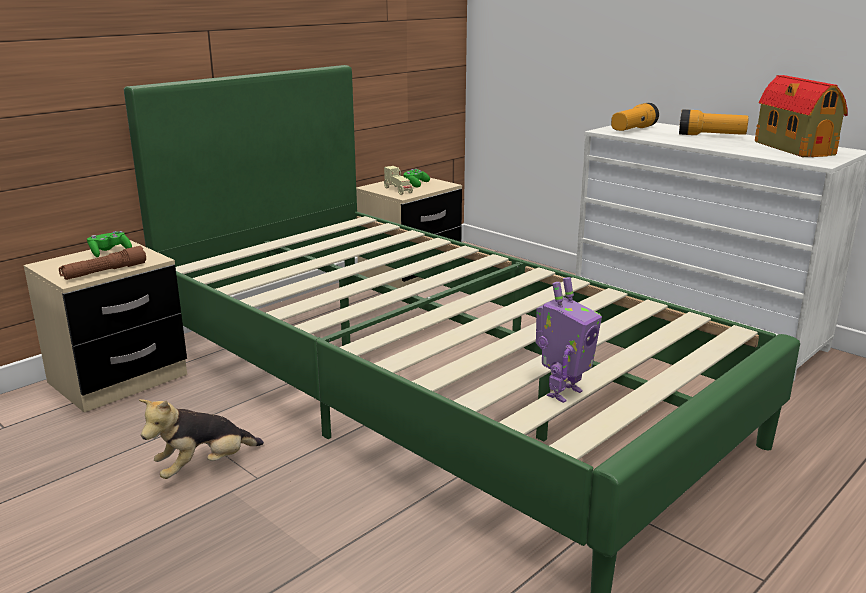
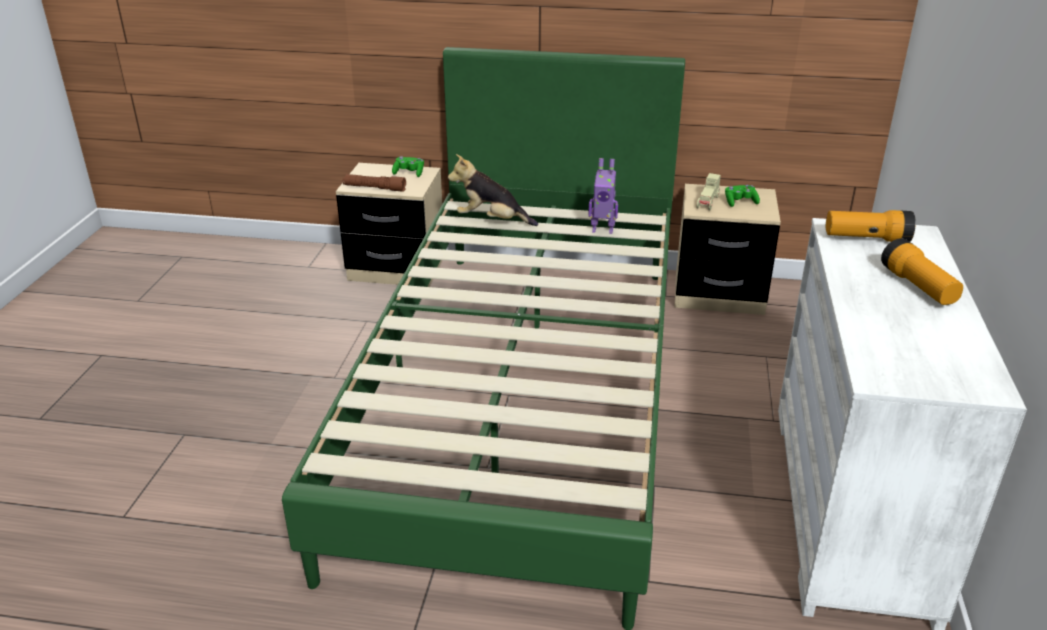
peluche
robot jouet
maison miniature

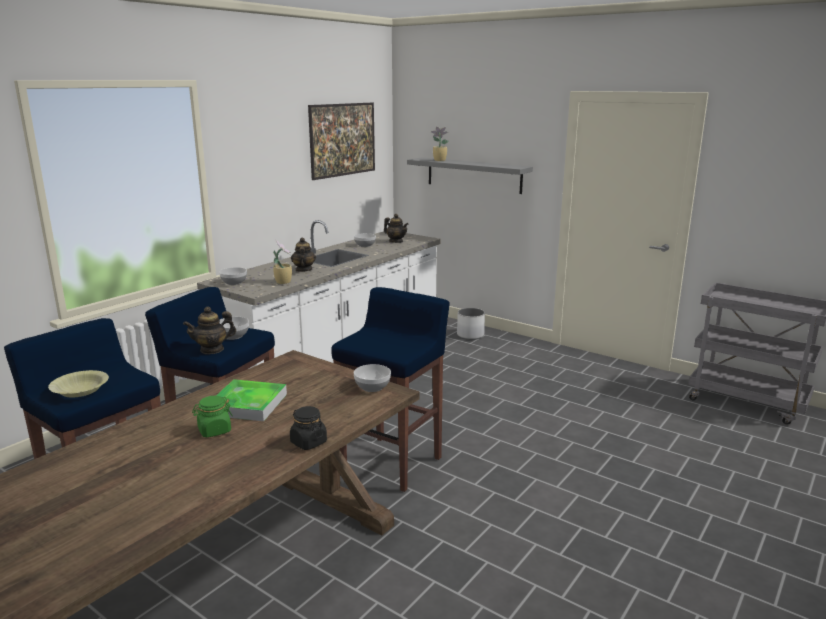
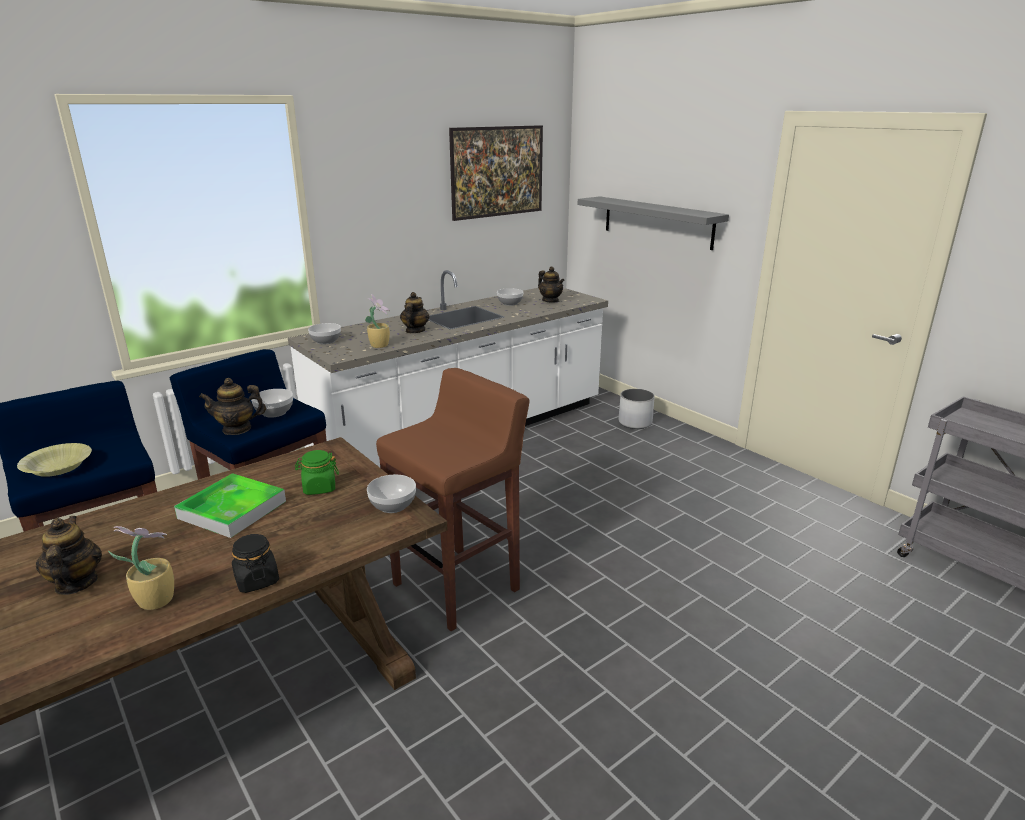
bocal (vert)
tabouret (marron)
plante en pot (no. 1 from left)
théière (no. 1 from left)

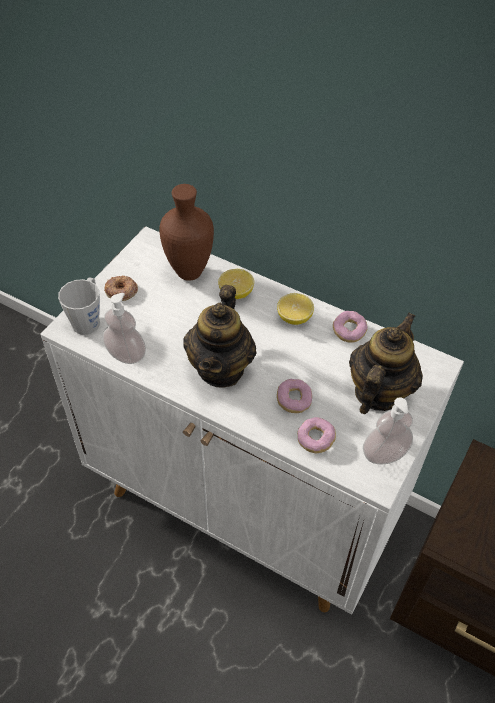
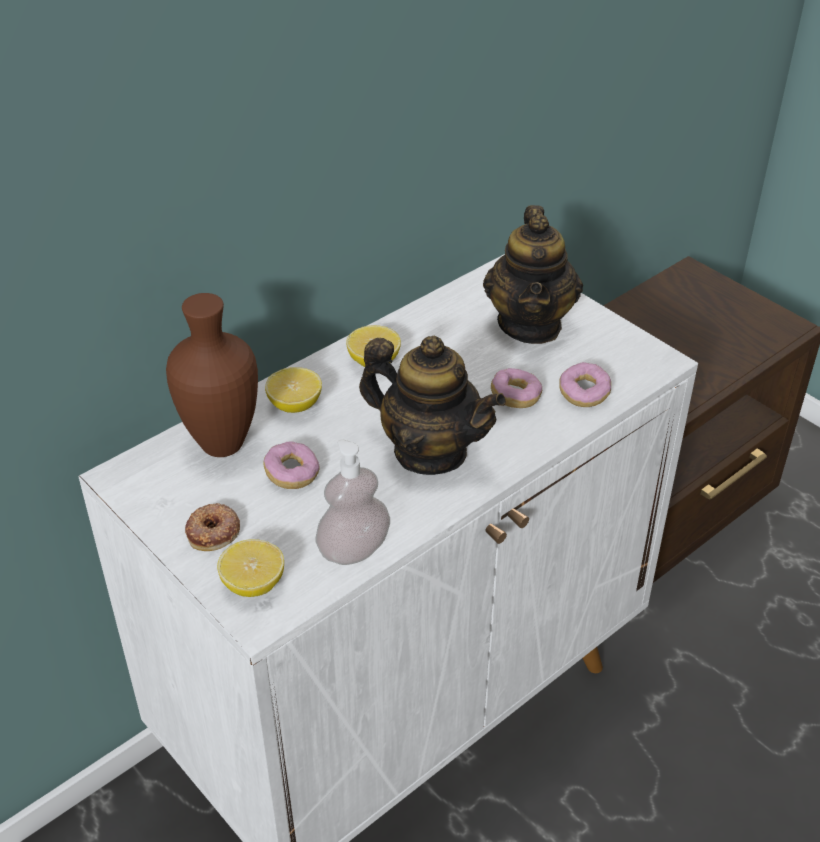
citron (no. 1 from left)
beignet (no. 2 from left)
théière (no. 2 from left)
distributeur de savon (no. 2 from left in the first image)

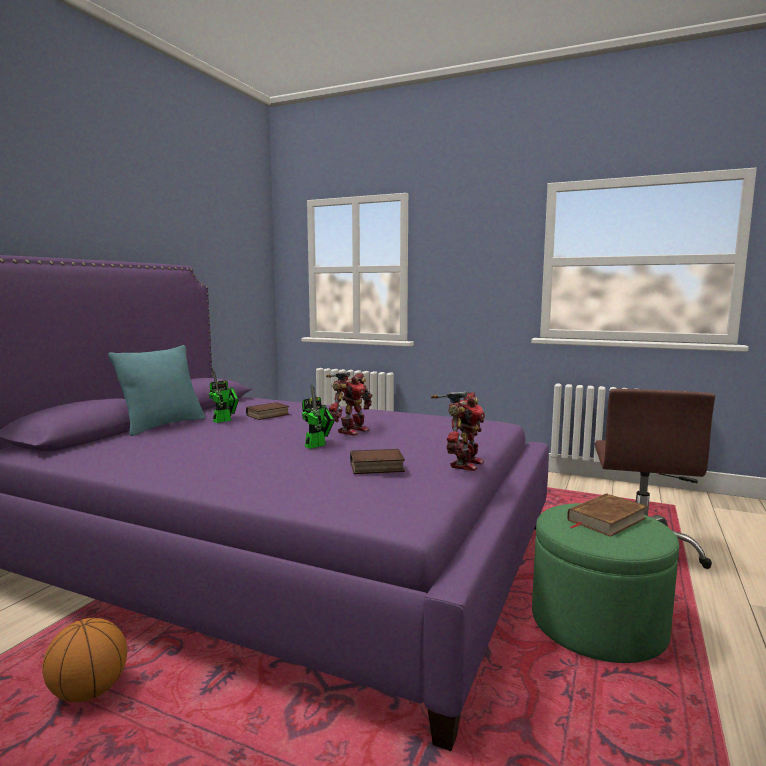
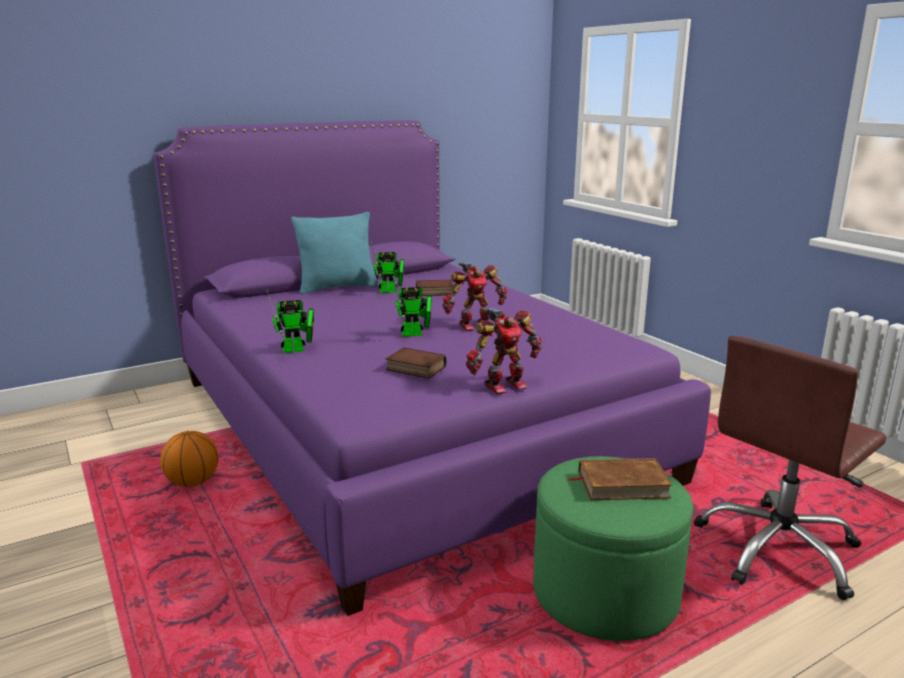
robot jouet (no. 1 from left)

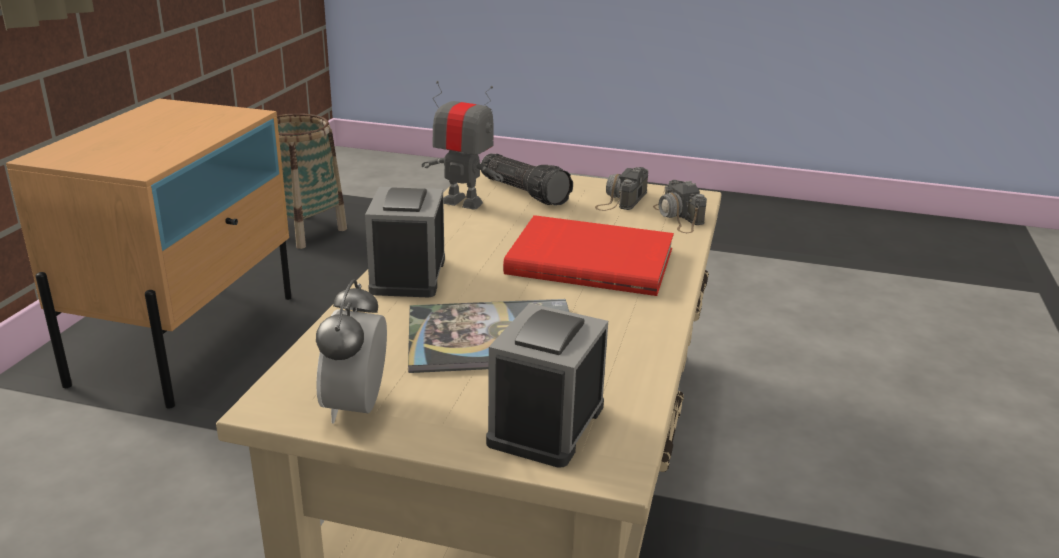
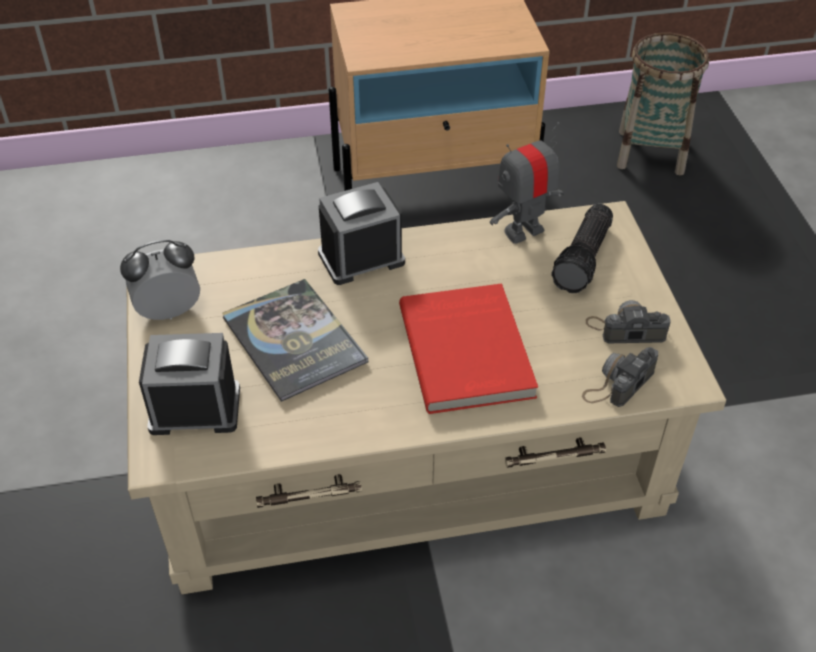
robot jouet

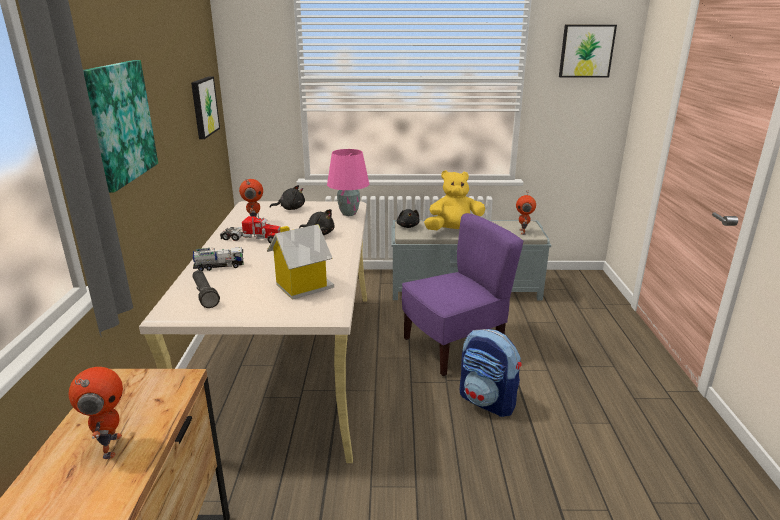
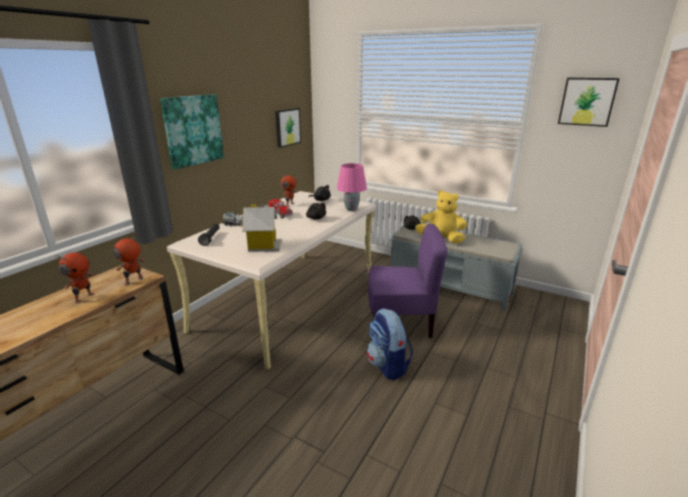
robot jouet (no. 2 from left)

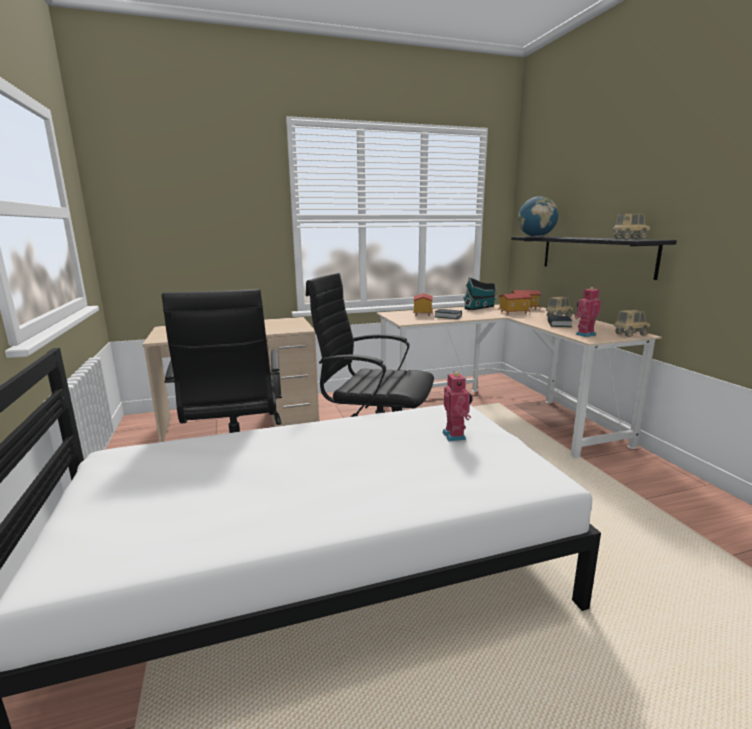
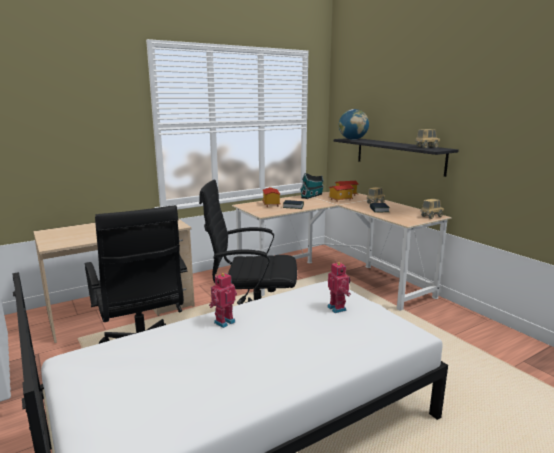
robot jouet (no. 1 from left)

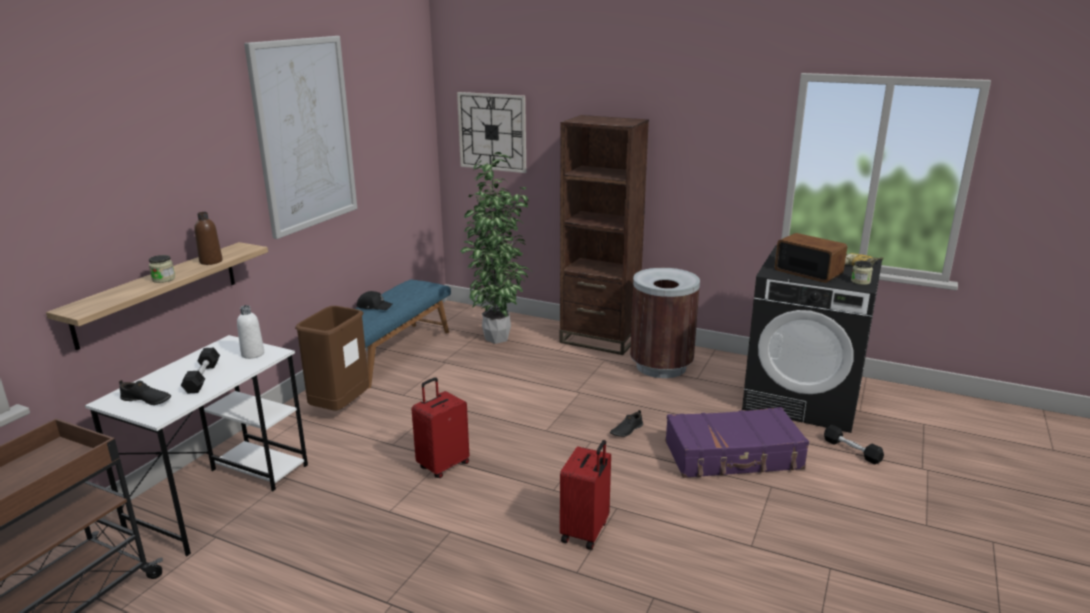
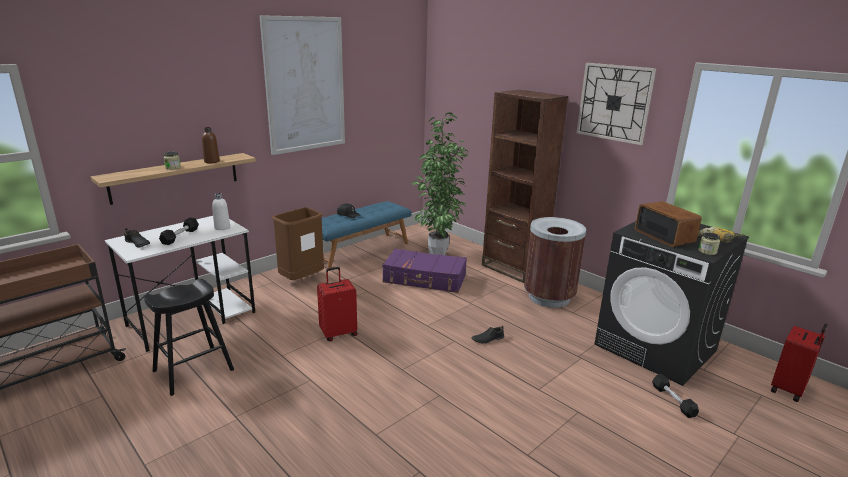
horloge murale
valise (rouge) (no. 2 from left)
valise (violet)
tabouret (noir)

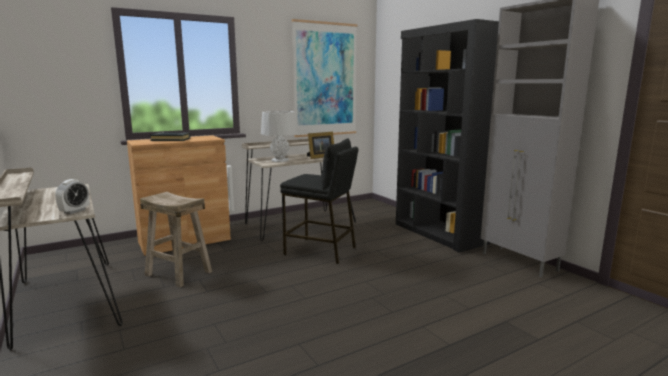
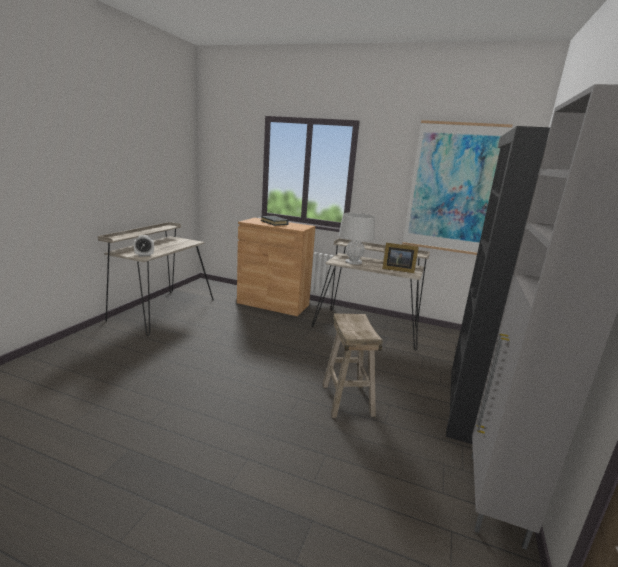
tabouret (beige)
tabouret (noir)

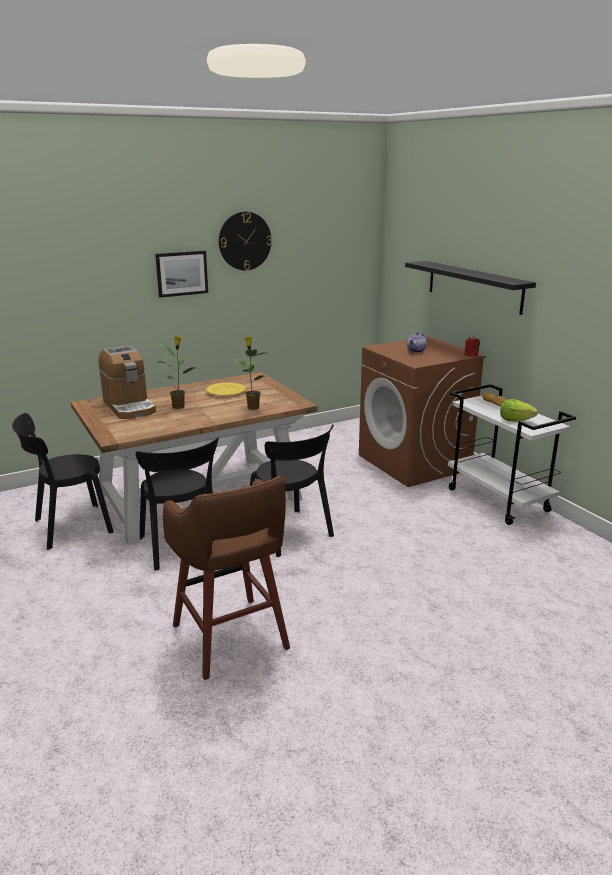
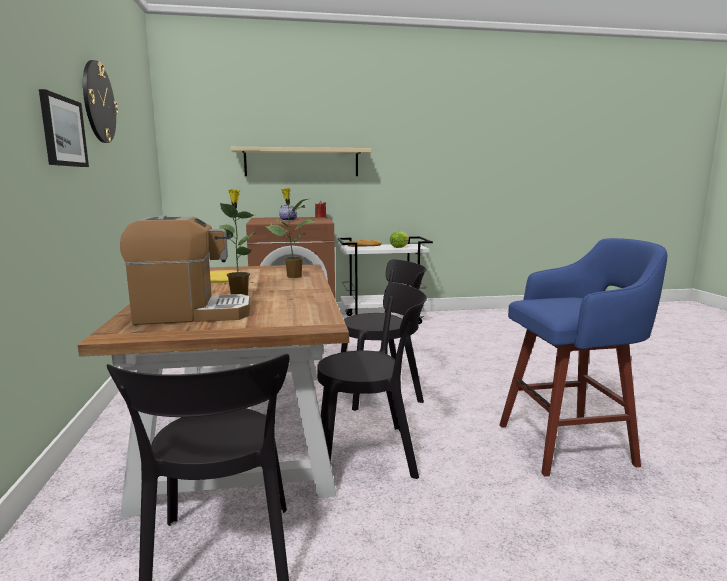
tabouret (bleu)
étagère (beige)

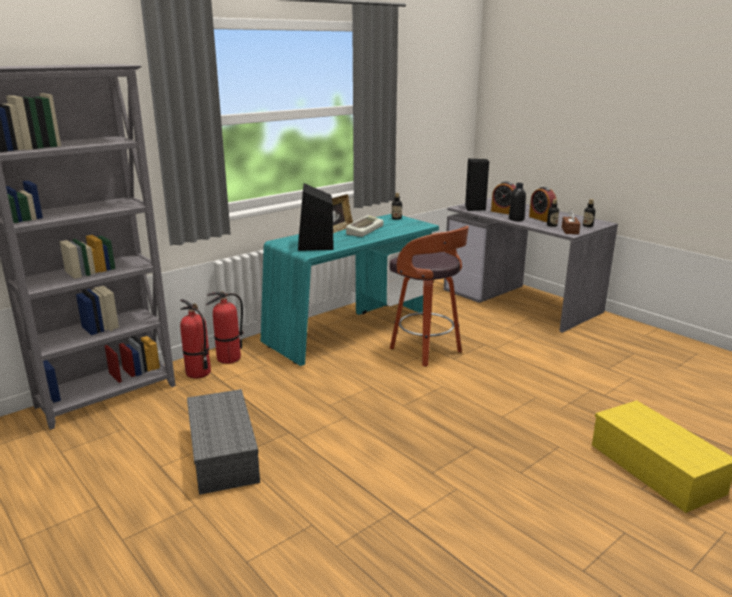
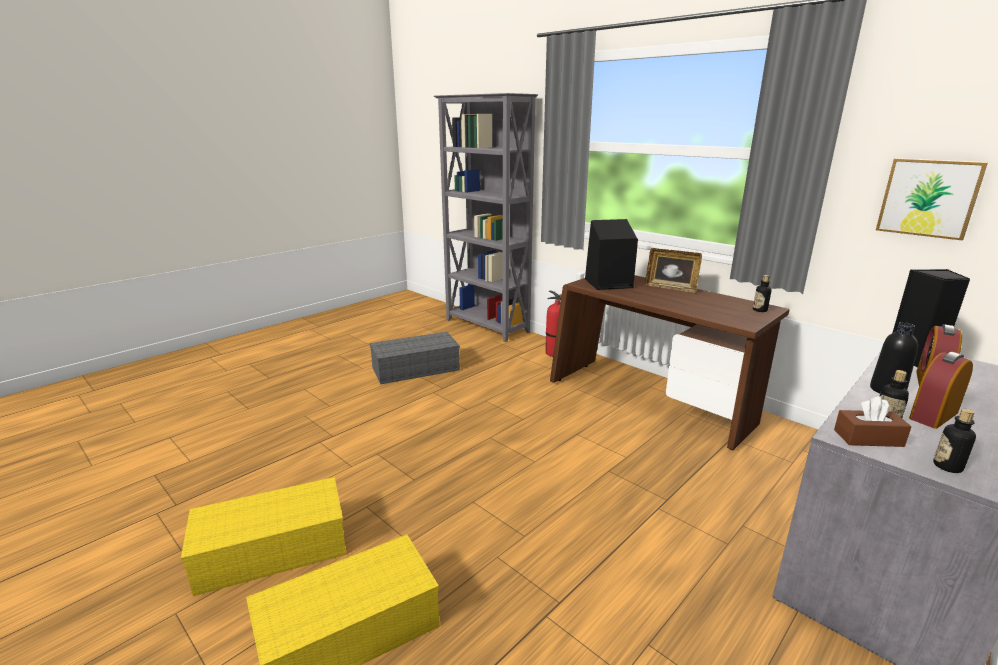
extincteur (no. 1 from left in the first image)
bureau (marron)
clavier
tabouret
boîte de rangement (jaune) (no. 1 from left)
tableau

